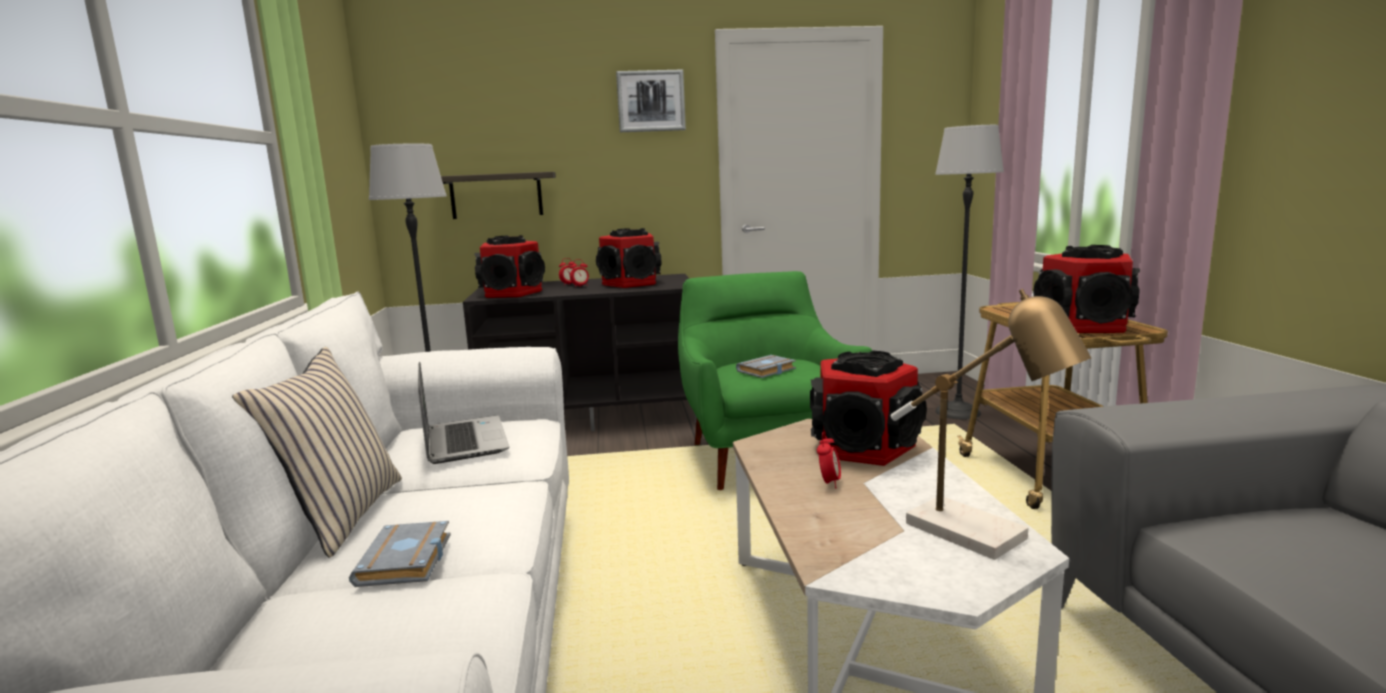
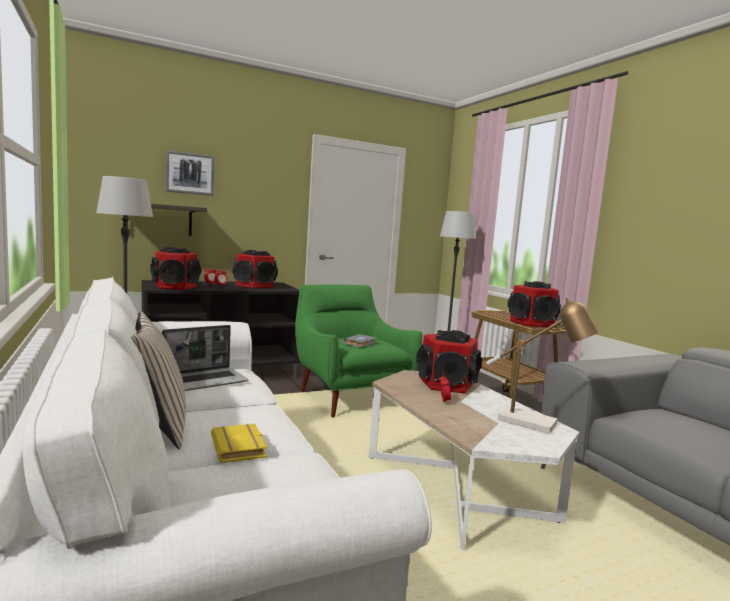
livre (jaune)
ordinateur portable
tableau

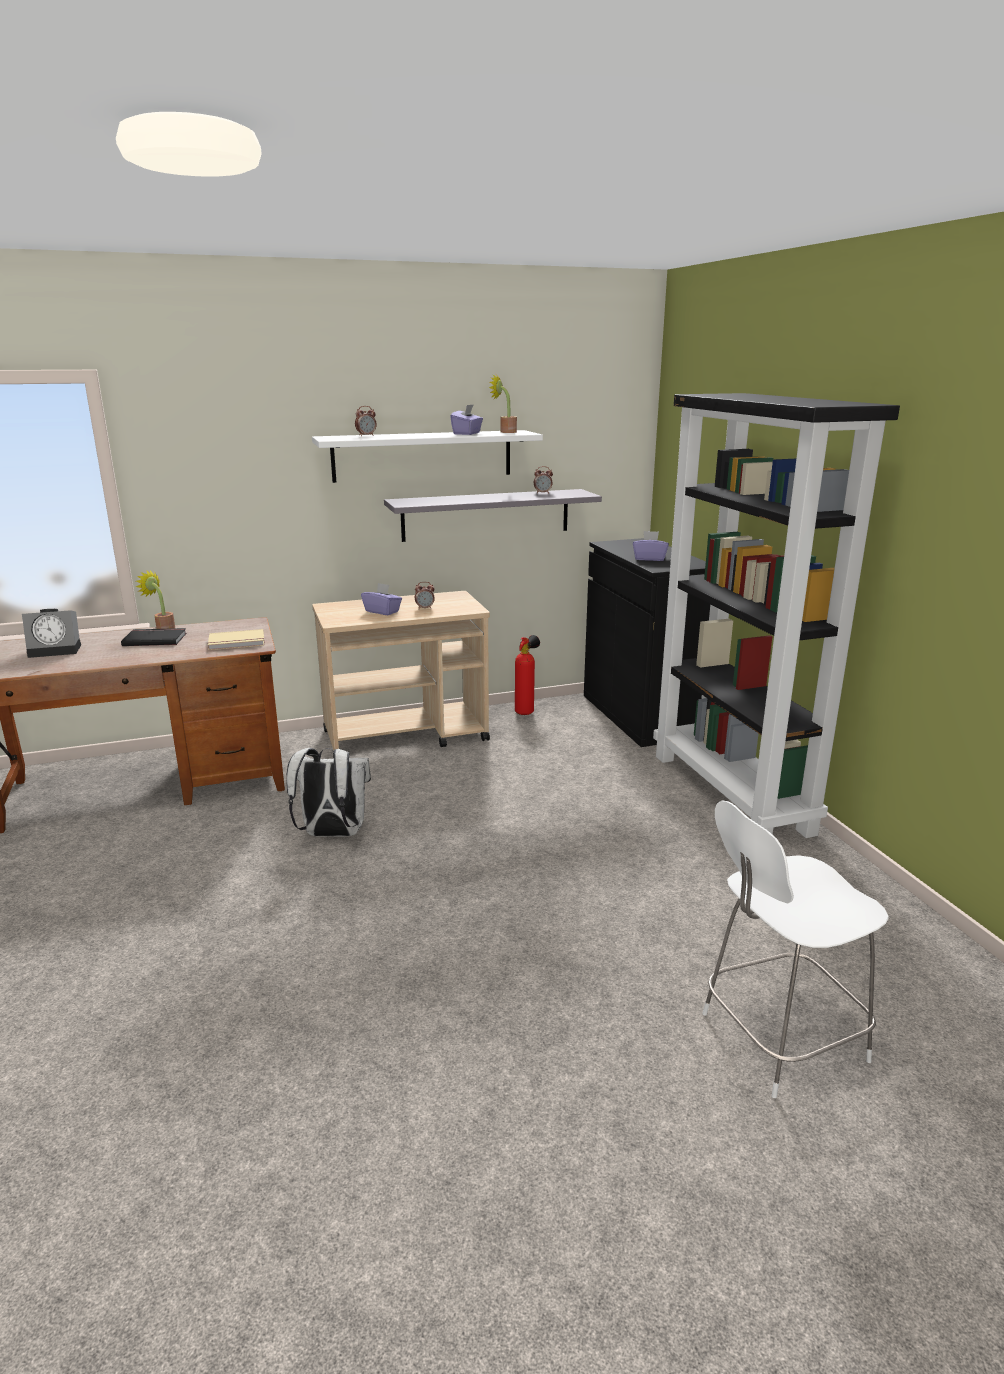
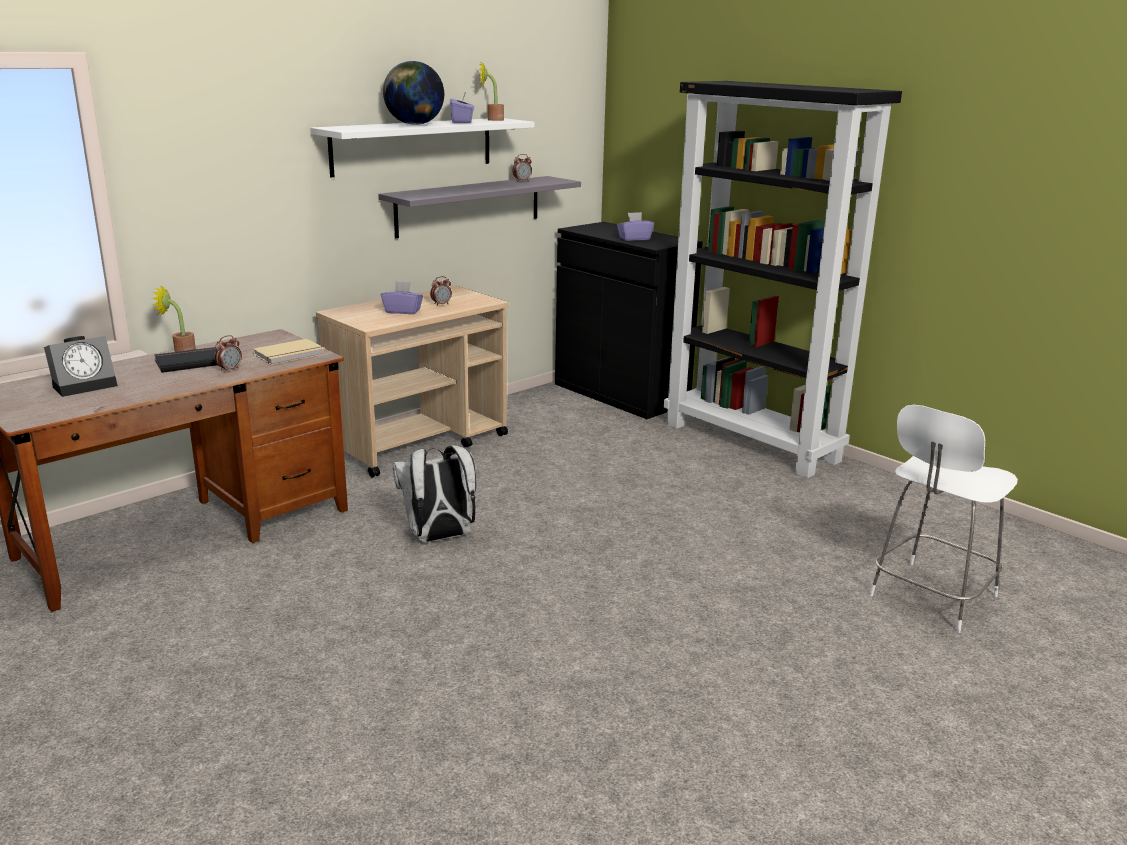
réveil (no. 2 from left)
extincteur
globe

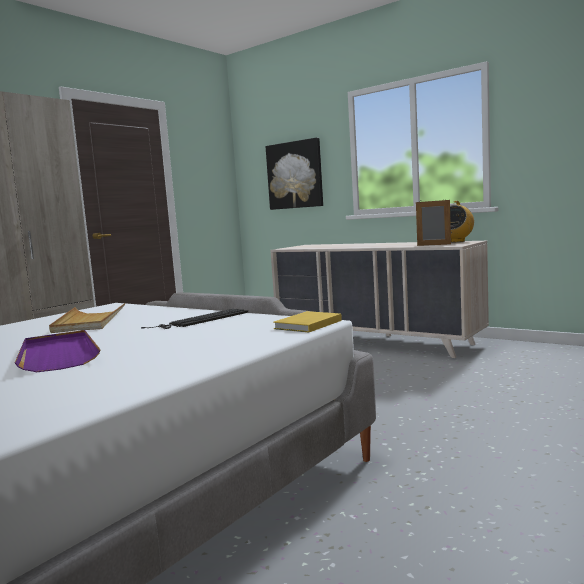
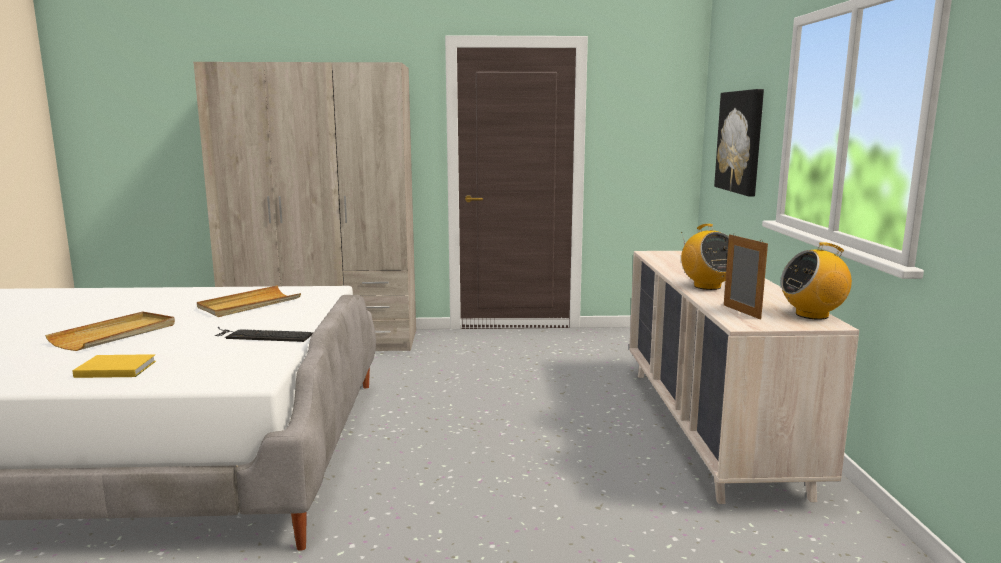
plateau (beige) (no. 1 from left)
livre (jaune)
radio (no. 1 from left)

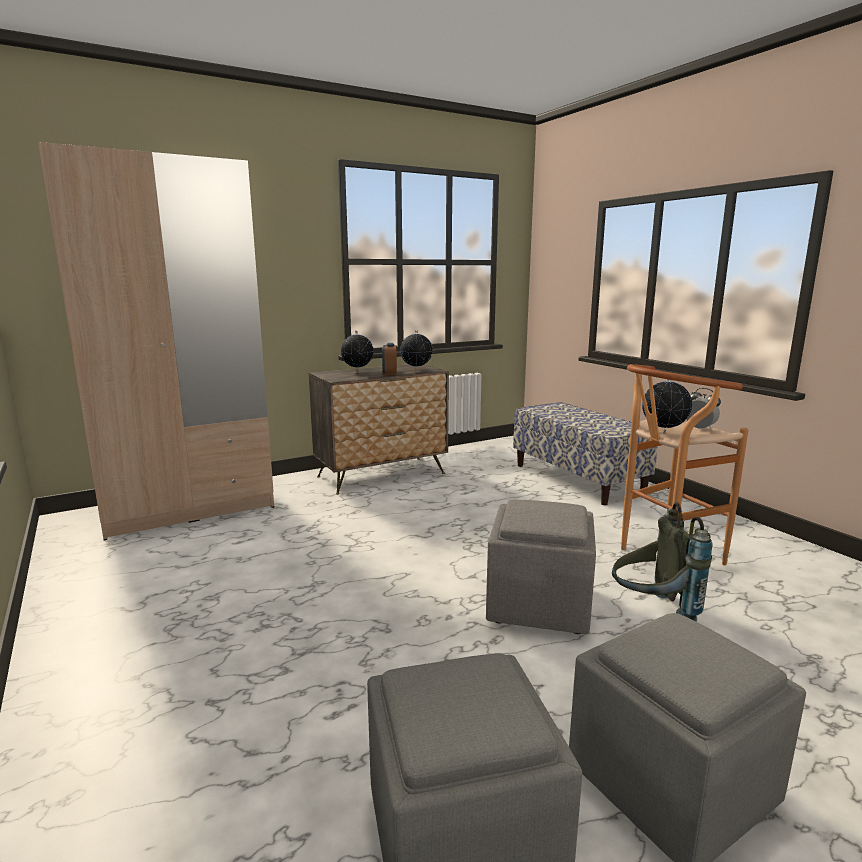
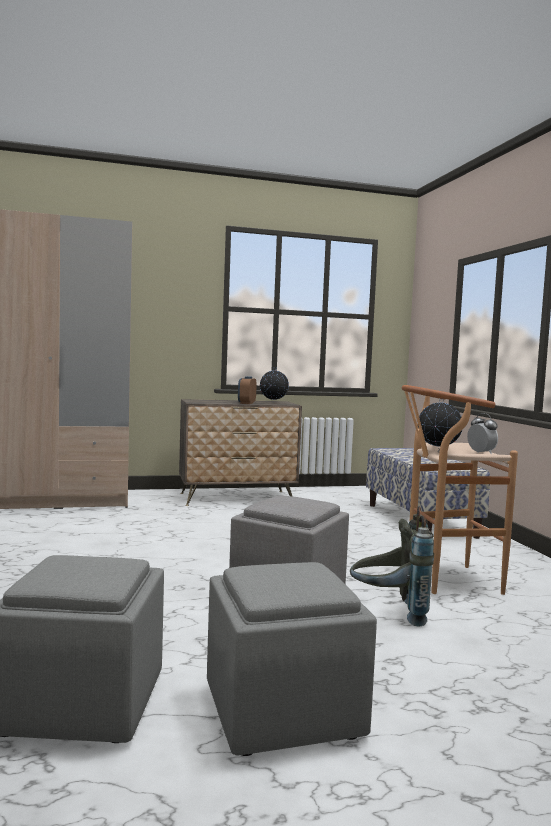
globe (no. 1 from left in the first image)

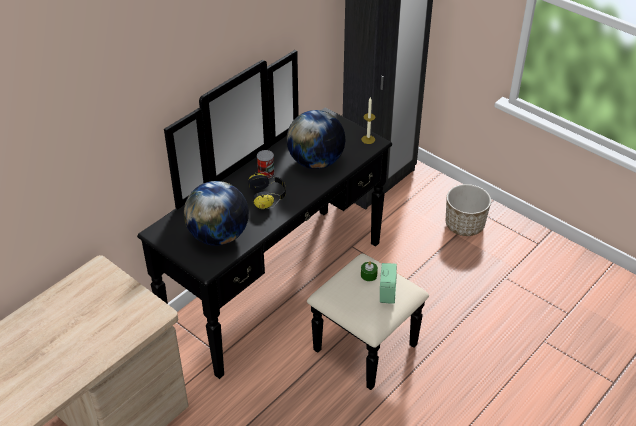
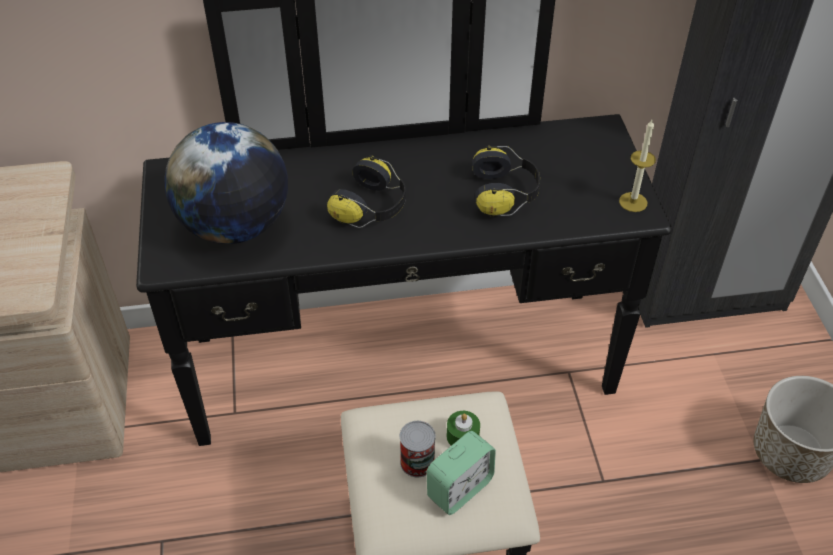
boîte métallique
casque audio (no. 2 from left)

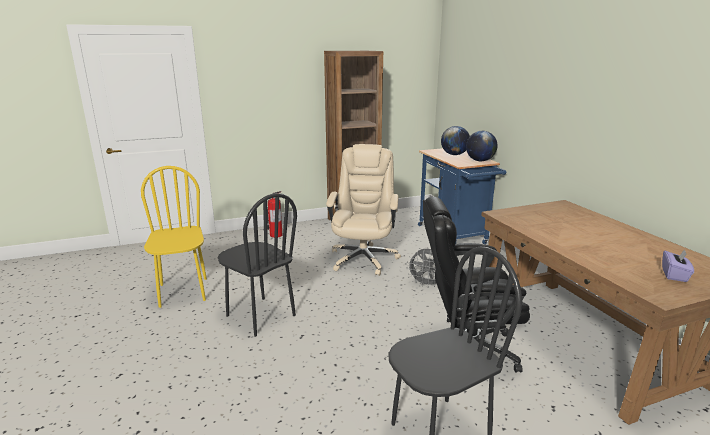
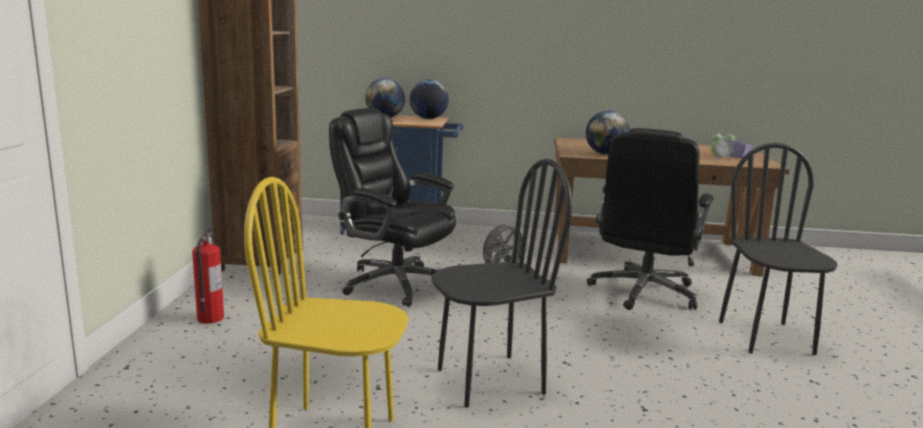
chaise de bureau (noir) (no. 1 from left)
globe (no. 3 from left)
réveil

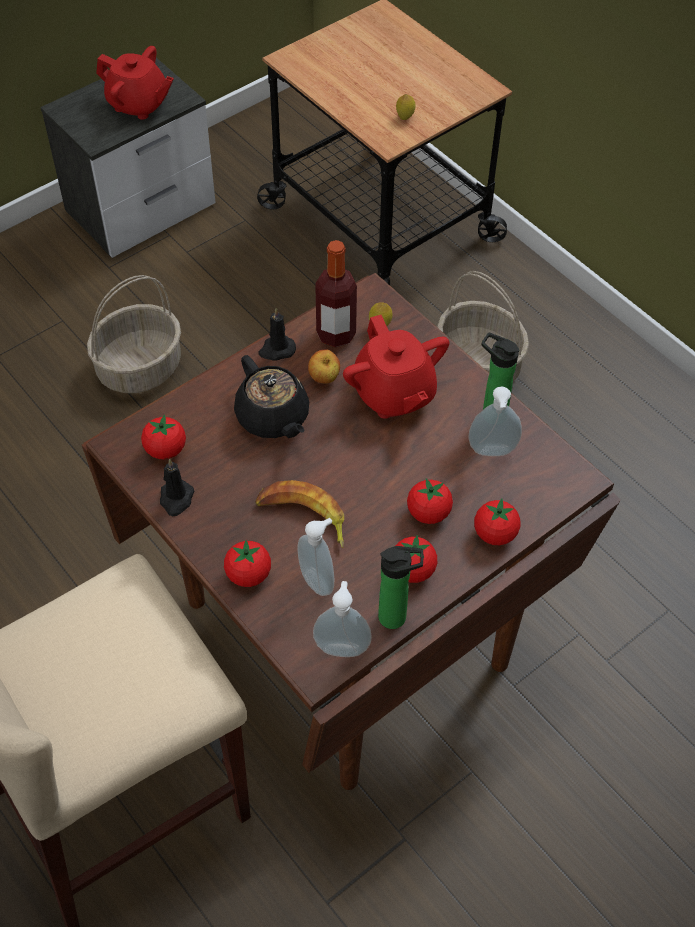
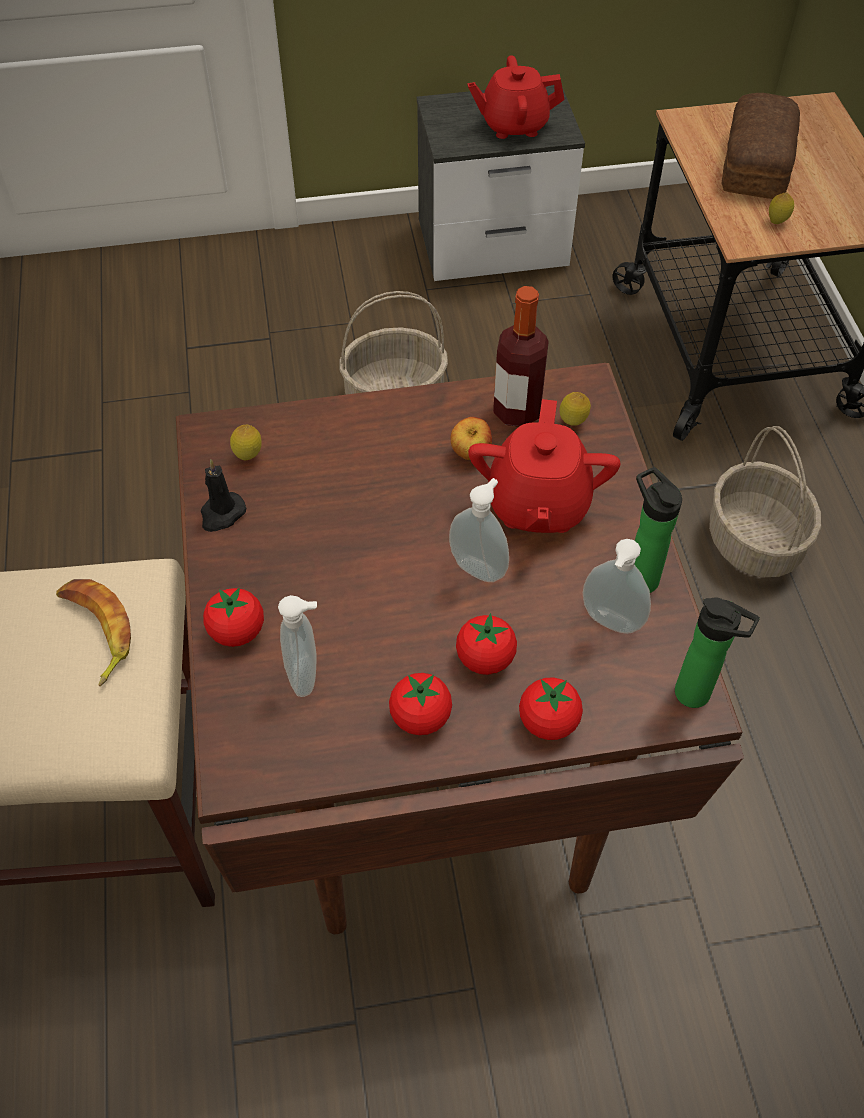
théière (rouge) (no. 1 from left)
citron (no. 1 from left)
théière (noir)
banane
bougie (noir) (no. 2 from left in the first image)
distributeur de savon (no. 2 from left)
bouteille (no. 3 from left)
pain

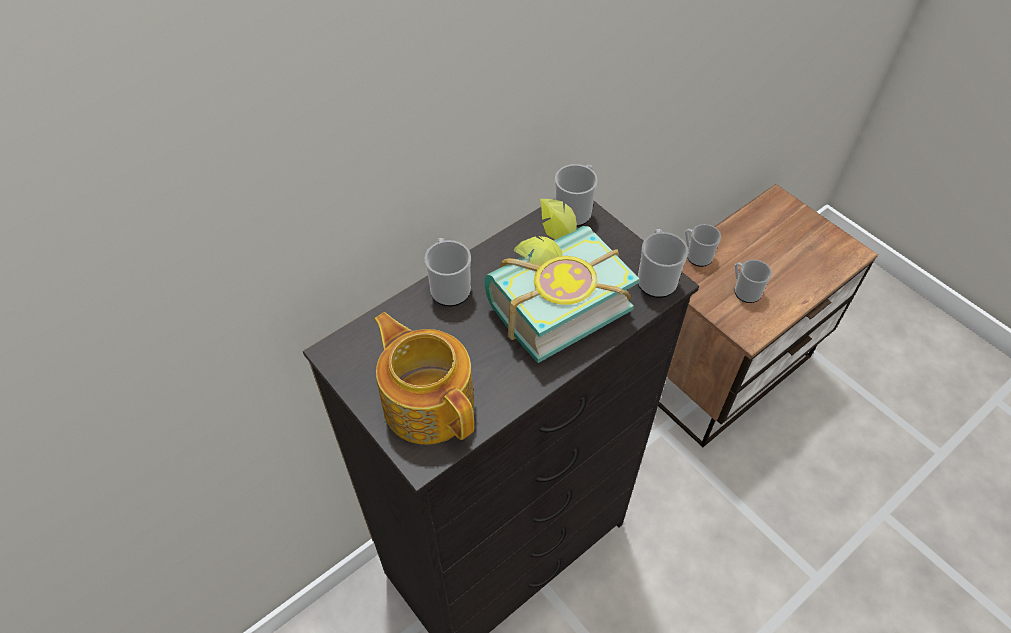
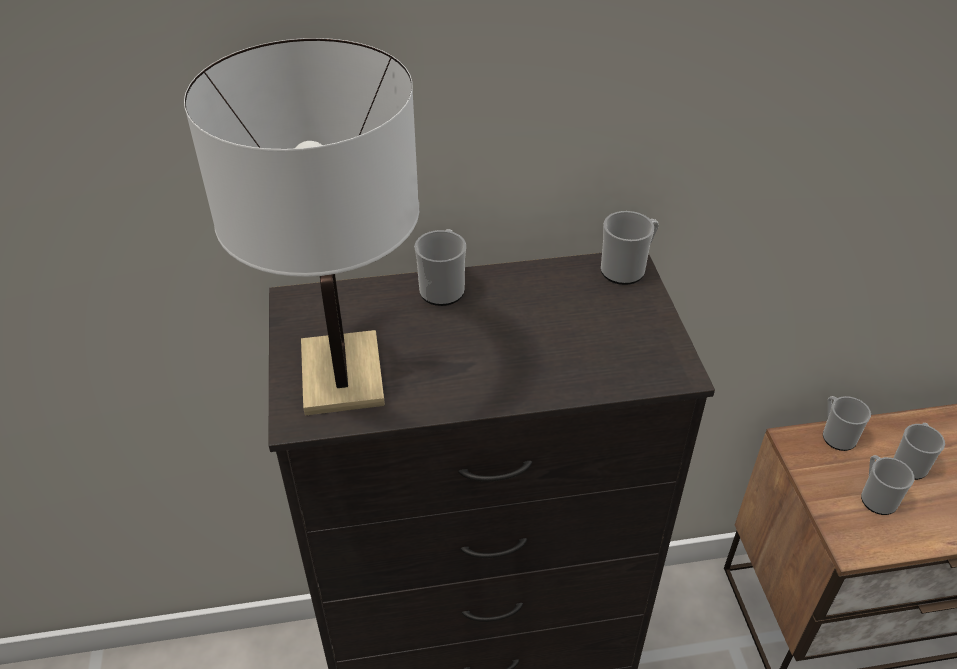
lampe de table (blanc)
livre
mug (no. 5 from left)

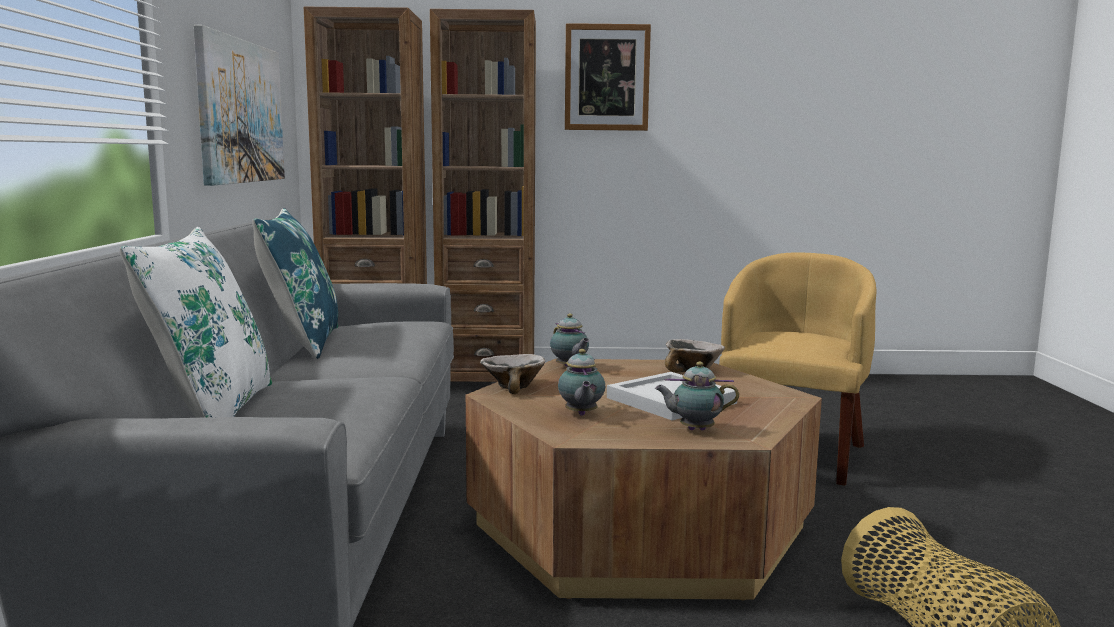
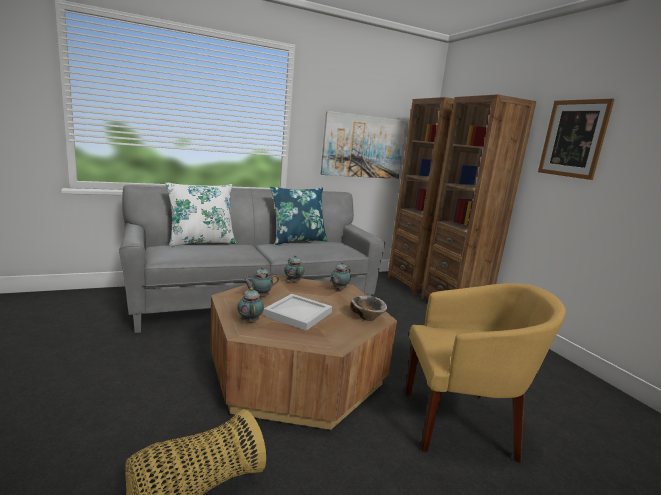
théière (no. 3 from left)

